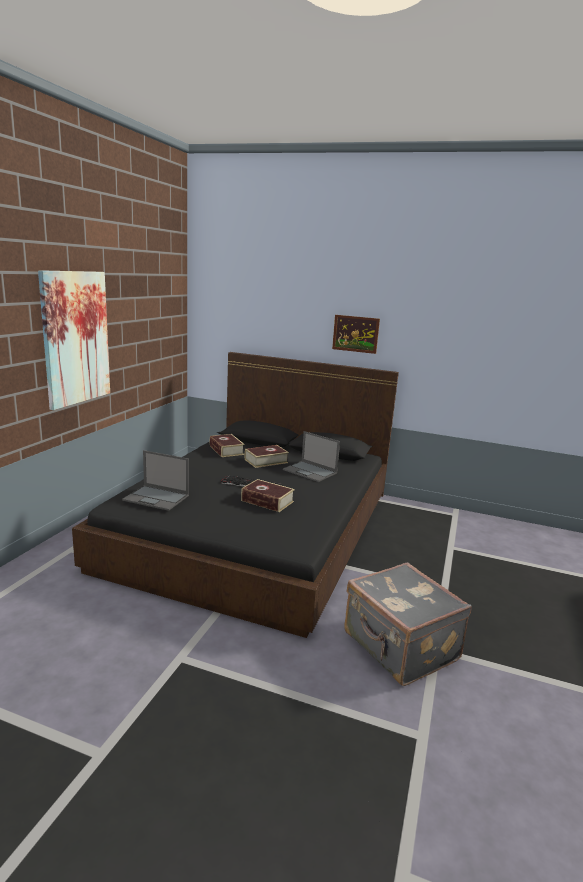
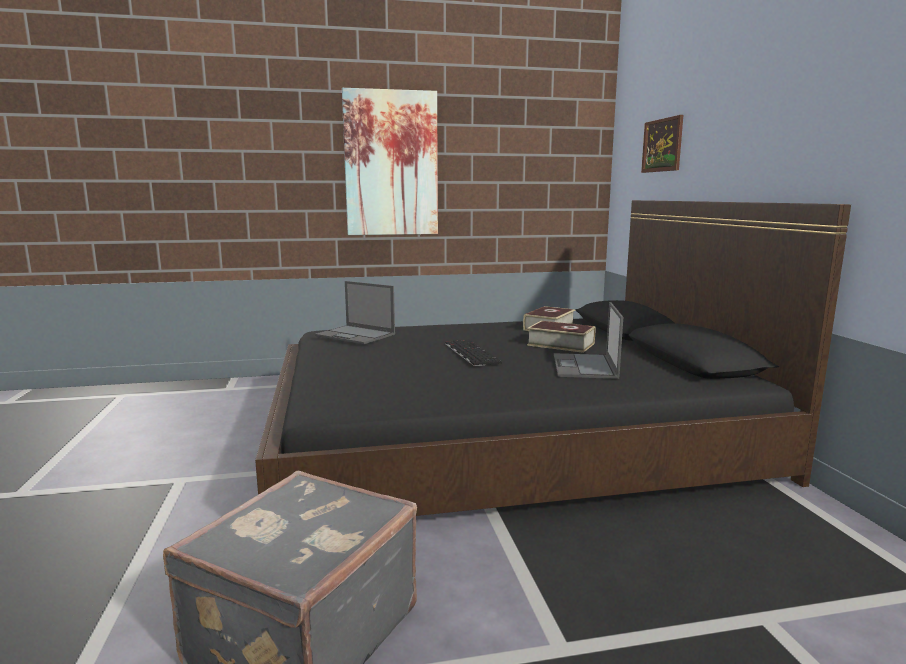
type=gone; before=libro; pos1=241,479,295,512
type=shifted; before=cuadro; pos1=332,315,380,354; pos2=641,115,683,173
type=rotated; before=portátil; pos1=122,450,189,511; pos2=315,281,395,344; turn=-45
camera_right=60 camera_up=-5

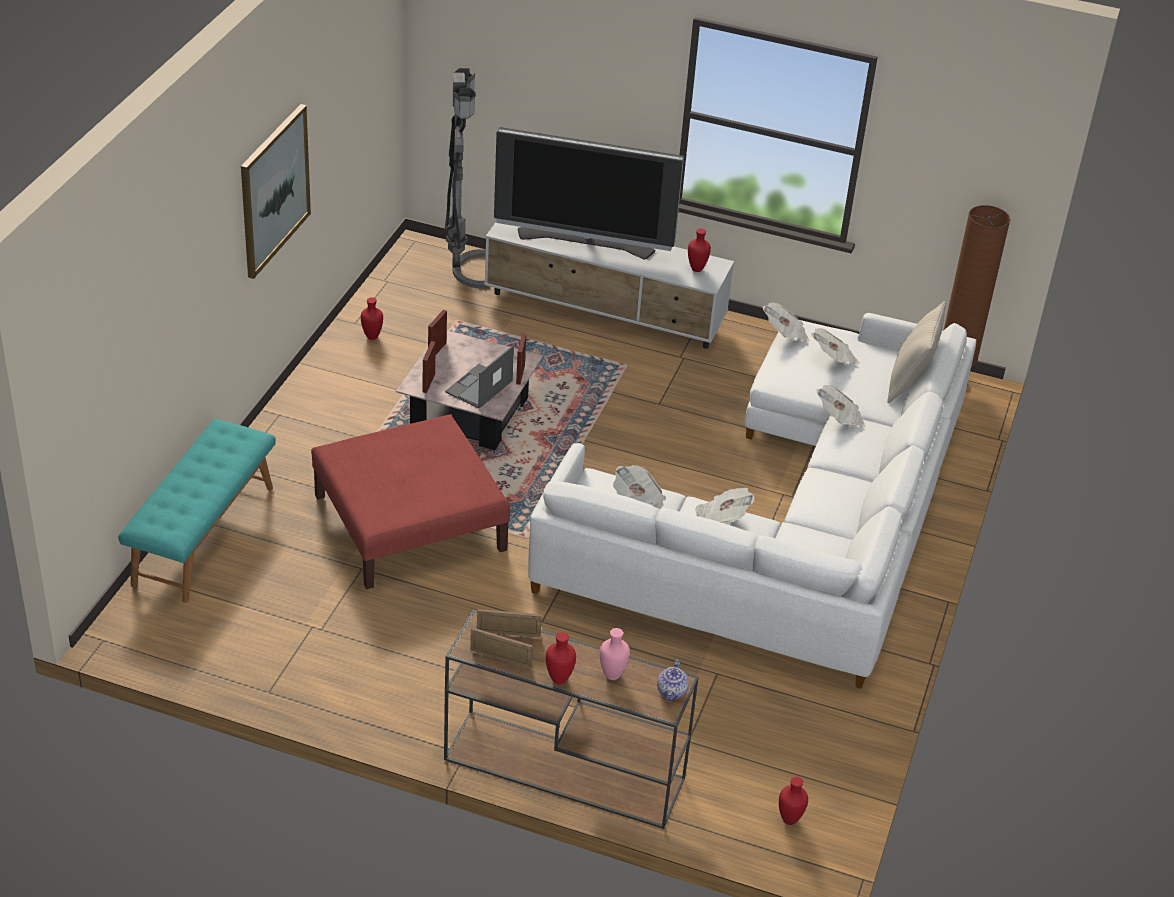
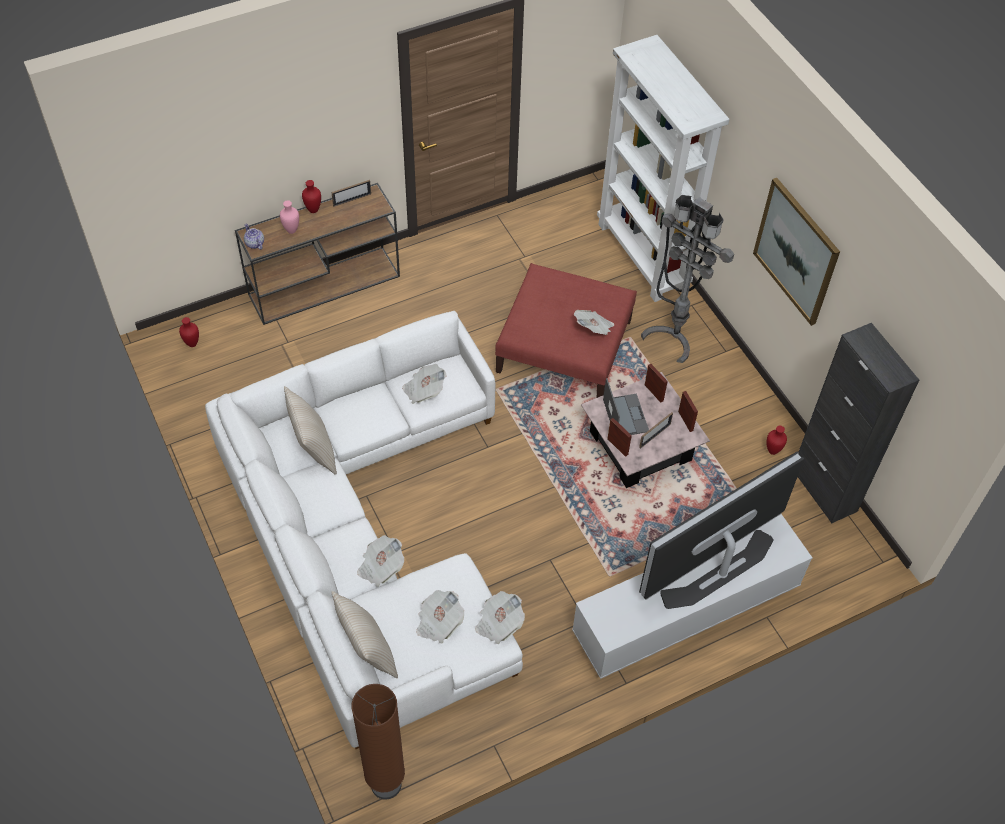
type=gone; before=florero [rojo]; pos1=688,228,711,272
type=new; after=cojín [beis]; pos2=284,386,337,475
type=new; after=armario [negro]; pos2=798,323,919,524
type=shifted; before=lámpara de pie [gris]; pos1=445,68,487,288; pos2=641,195,734,363
type=shifted; before=portarretratos; pos1=477,609,542,637; pos2=639,412,673,449
type=shifted; before=periódico; pos1=695,488,755,523; pos2=574,310,615,335
type=swapped; before=banco [turquesa]; after=estantería [blanco]; pos1=118,419,276,603; pos2=597,35,729,302
camera_right=135 camera_up=15

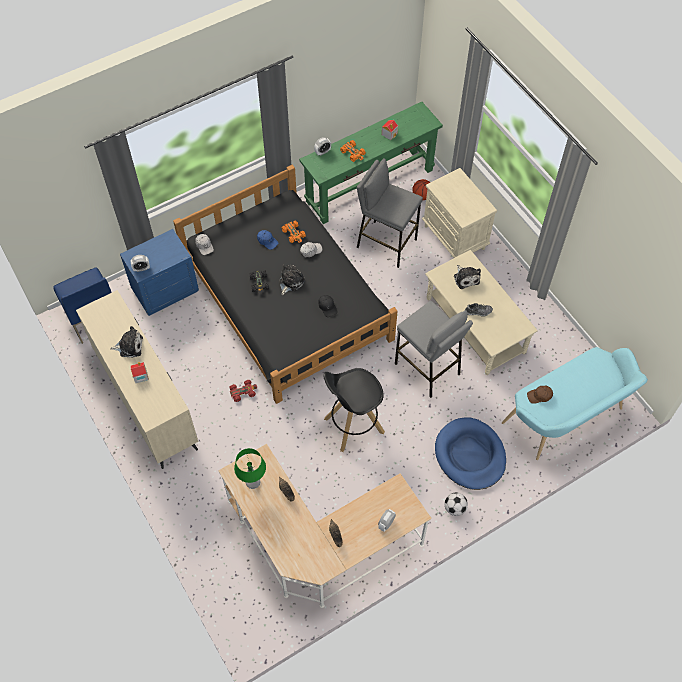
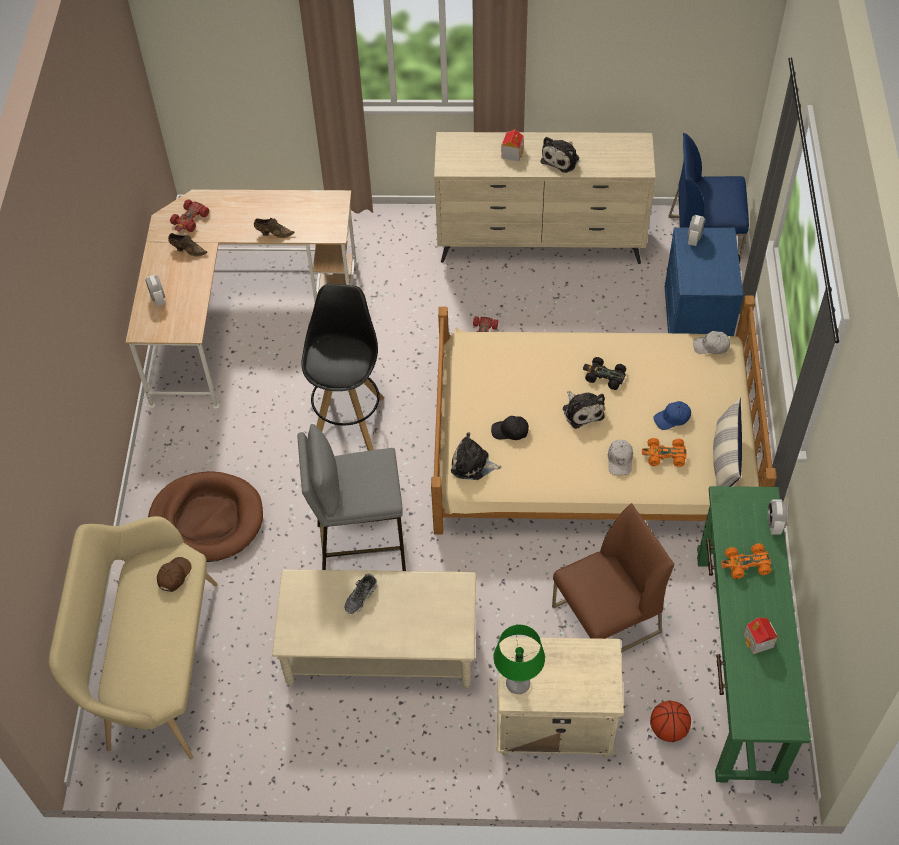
type=gone; before=balón de fútbol; pos1=445,493,468,516
type=new; after=coche de juguete [rojo]; pos2=170,200,209,232
type=new; after=cojín; pos2=713,397,742,486
type=shifted; before=lámpara de mesa [verde]; pos1=234,448,266,489; pos2=493,625,545,694
type=shifted; before=peluche; pos1=454,265,481,289; pos2=451,432,502,480
type=swapped; before=taburete [gris]; after=silla [marrón]; pos1=357,158,423,268; pos2=552,503,674,652
type=repainted; before=cama [negro]; after=cama [beis]; pos1=173,165,398,404; pos2=431,296,777,535
type=repainted; before=cama para perro [azul]; after=cama para perro [marrón]; pos1=435,417,506,490; pos2=148,471,263,562
type=repainted; before=banco [turquesa]; after=banco [beis]; pos1=502,347,648,460; pos2=48,516,218,759
camera_right=125 camera_up=-5

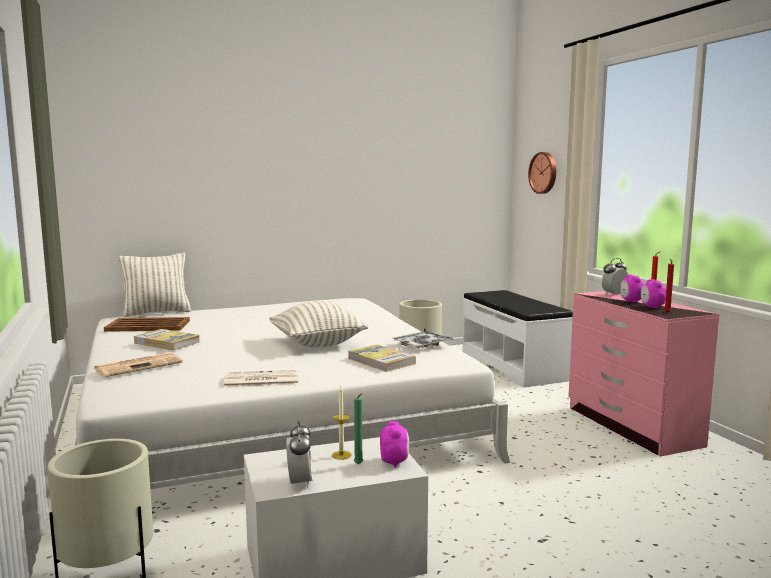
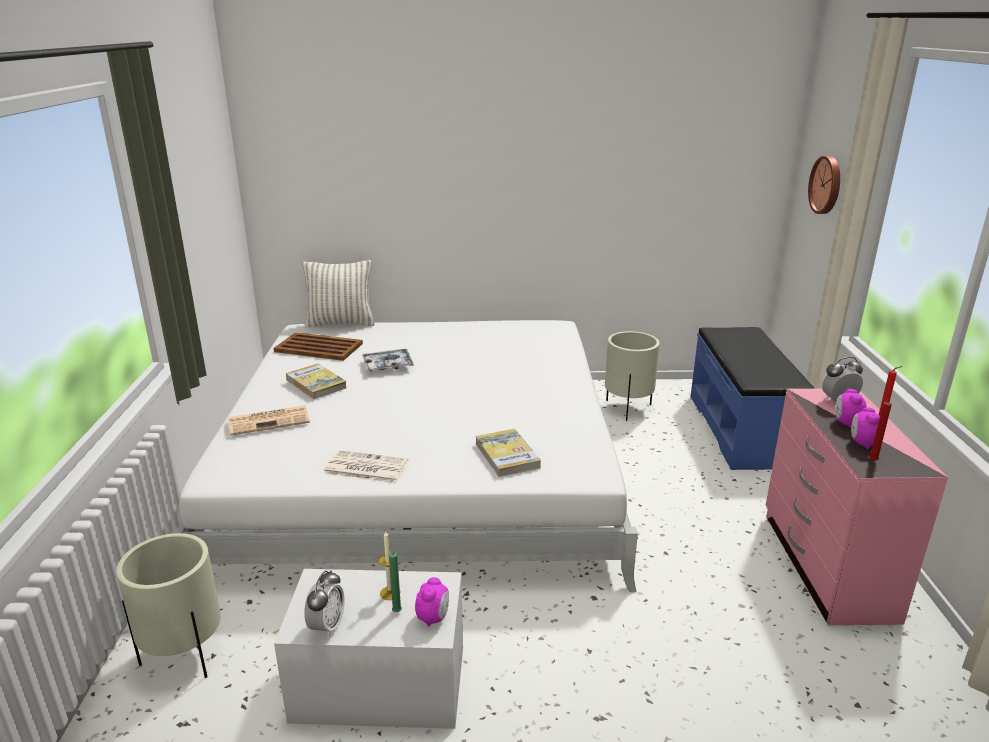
type=gone; before=cojín; pos1=269,300,368,347
type=shifted; before=bandeja; pos1=393,331,454,348; pos2=362,349,414,371
type=repainted; before=banco [blanco]; after=banco [azul]; pos1=463,290,573,387; pos2=691,327,815,470
camera_right=20 camera_up=15

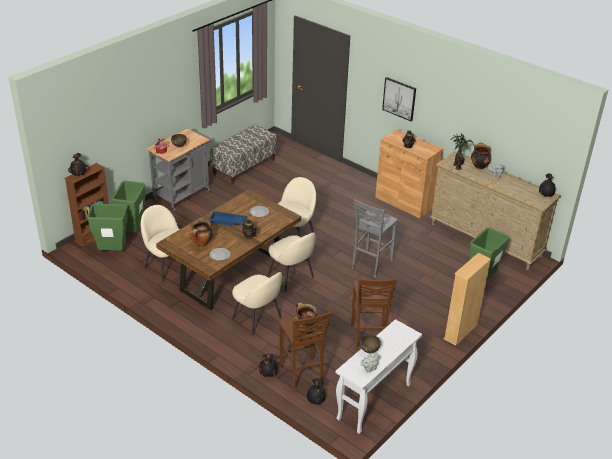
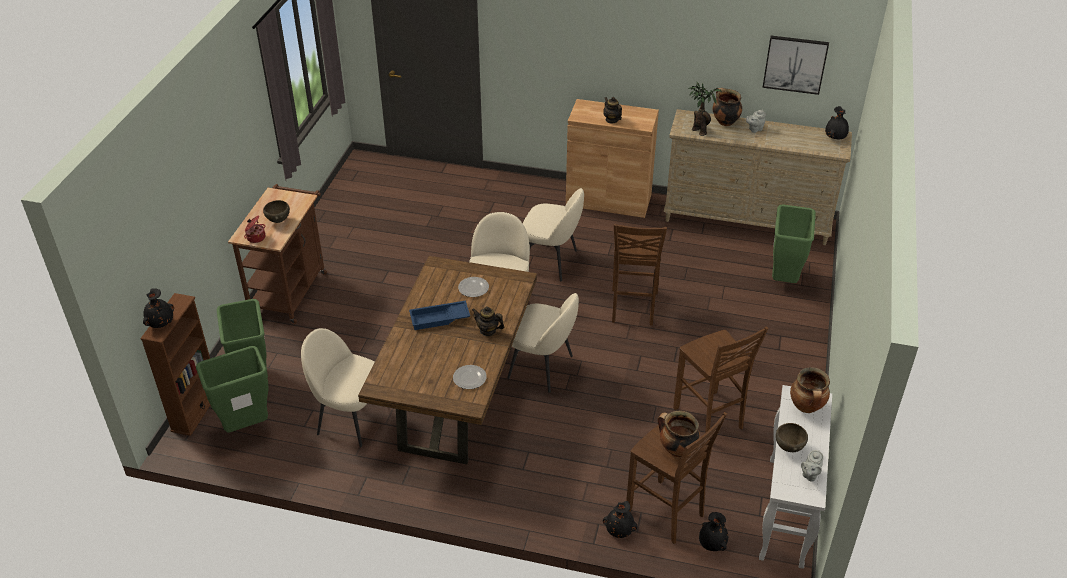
type=gone; before=banco; pos1=210,125,277,184
type=gone; before=estantería [beis]; pos1=443,253,491,346
type=shifted; before=olla; pos1=190,220,213,247; pos2=790,367,830,413
type=shifted; before=silla [beis]; pos1=232,272,282,336; pos2=523,188,584,281
type=shifted; before=cuadro; pos1=382,77,416,121; pos2=762,36,829,95
type=repainted; before=carrito [gris]; after=carrito [marrón]; pos1=146,129,214,211; pos2=228,184,327,324
type=repainted; before=taburete [gris]; after=taburete [marrón]; pos1=352,199,398,278; pos2=612,224,667,326
camera_right=-25 camera_up=5

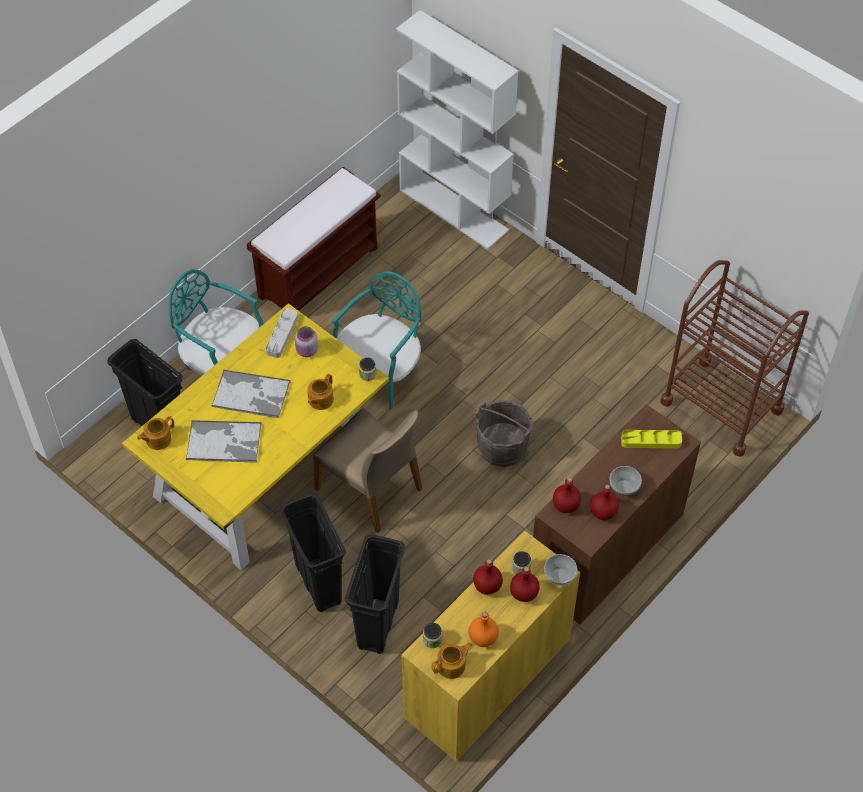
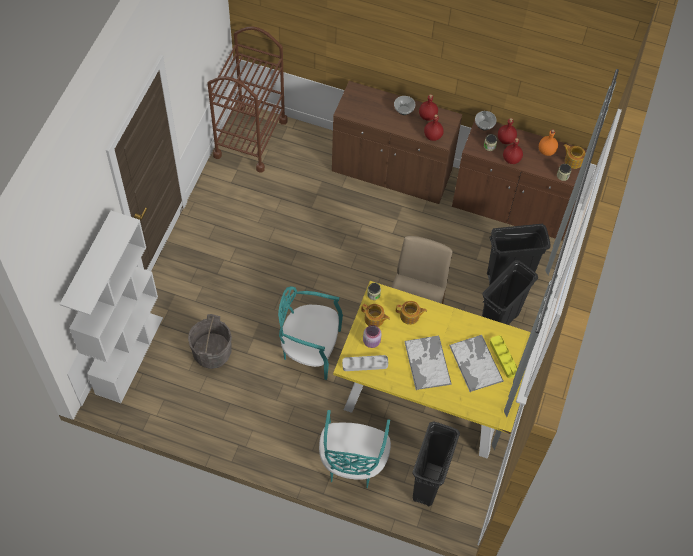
type=gone; before=banco [marrón]; pos1=247,167,381,311
type=shifted; before=tetera; pos1=137,416,175,450; pos2=361,304,390,327
type=shifted; before=cubo [gris]; pos1=476,400,534,467; pos2=188,314,232,369
type=shifted; before=bandeja [amarillo]; pos1=621,430,682,448; pos2=490,335,518,378
type=repainted; before=armario [amarillo]; after=armario [marrón]; pos1=401,530,580,762; pos2=452,120,587,241
camera_right=-115 camera_up=5

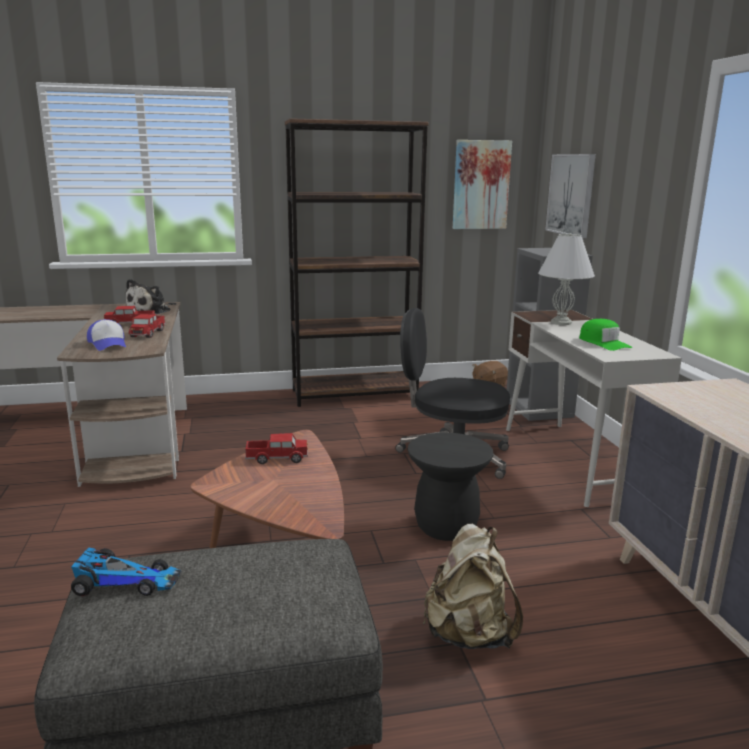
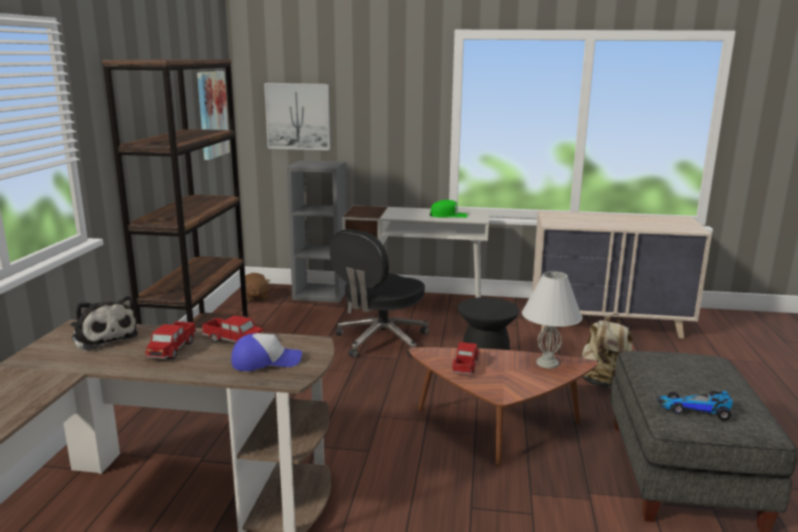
type=shifted; before=lámpara de mesa [blanco]; pos1=538,233,595,325; pos2=522,271,582,369
type=rotated; before=coche de juguete; pos1=71,547,181,596; pos2=658,391,733,420; turn=-105
camera_right=-70 camera_up=0

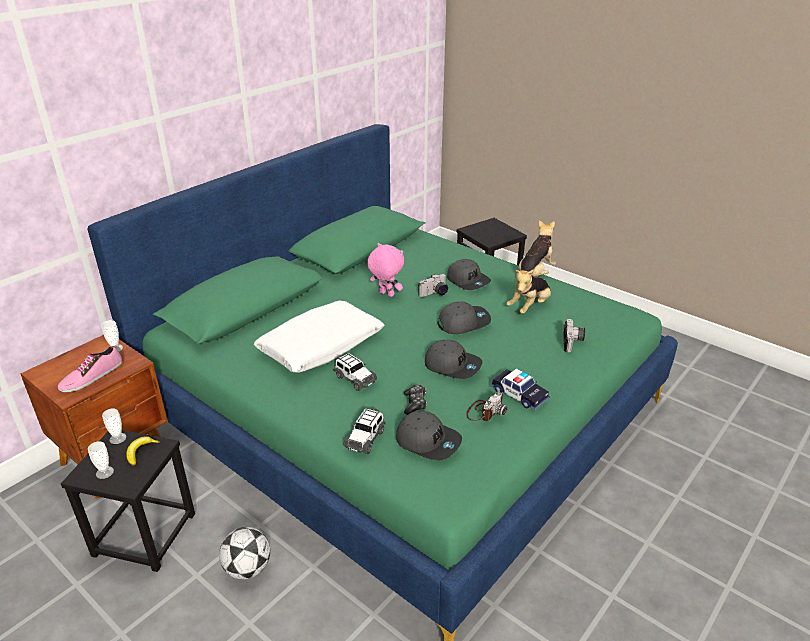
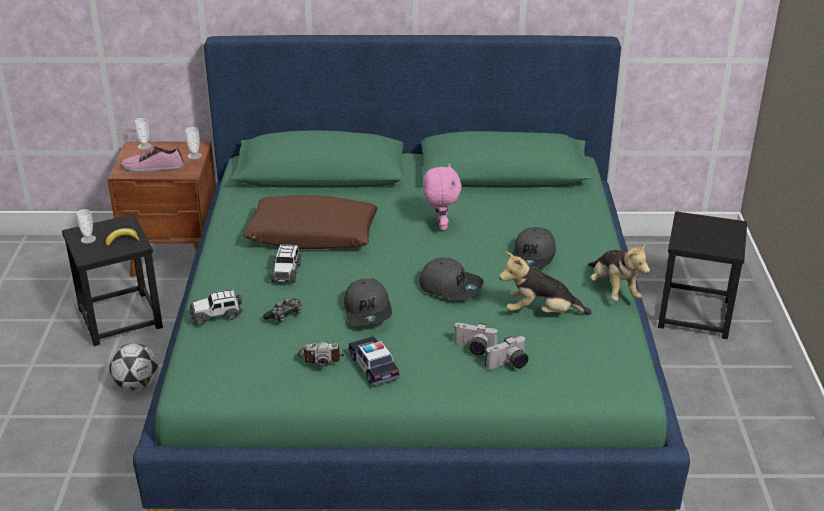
type=gone; before=gorra [gris]; pos1=396,411,462,461
type=shifted; before=taza; pos1=102,409,126,444; pos2=134,118,152,149
type=shifted; before=cámara; pos1=418,274,448,297; pos2=454,323,498,355
type=repainted; before=cojín [blanco]; after=cojín [marrón]; pos1=254,301,385,373; pos2=243,195,378,249
type=rotated; before=coche de juguete; pos1=491,369,549,410; pos2=348,336,400,386; turn=150
type=rotated; before=peluche; pos1=519,220,556,276; pos2=588,242,650,301; turn=75
camera_right=50 camera_up=0

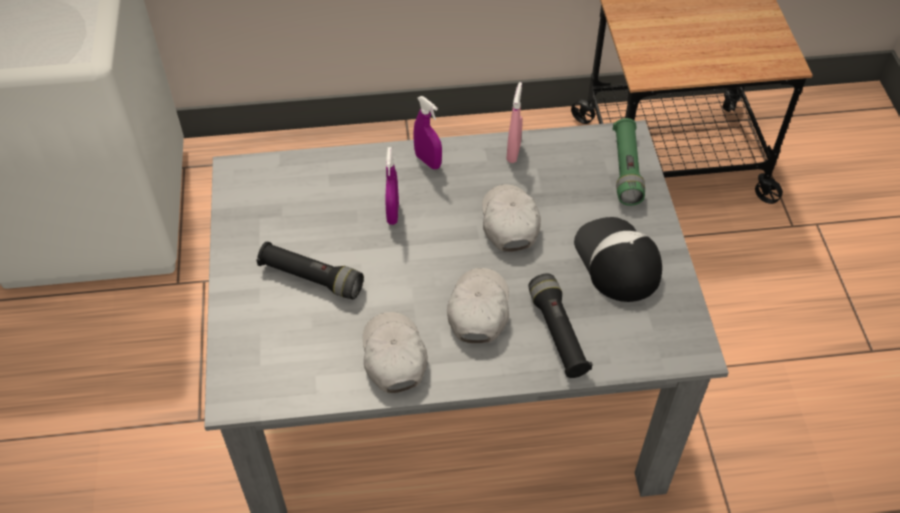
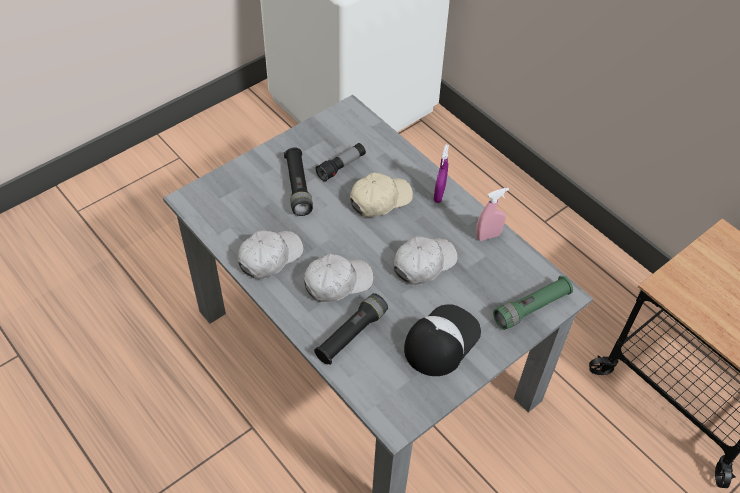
type=new; after=linterna; pos2=316,143,366,182
type=swapped; before=pulverizador [morado]; after=gorra [beis]; pos1=386,147,399,225; pos2=350,172,413,217
camera_right=55 camera_up=0

